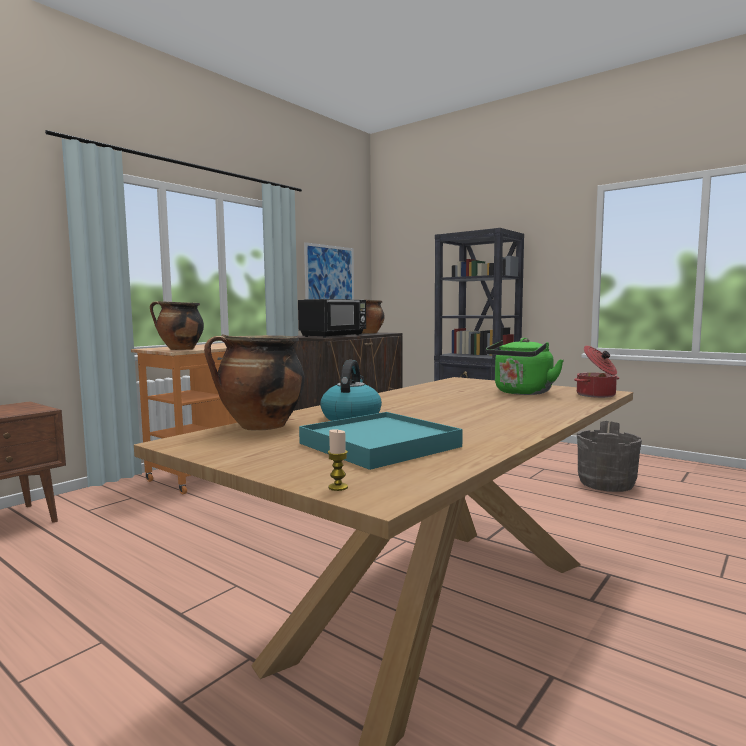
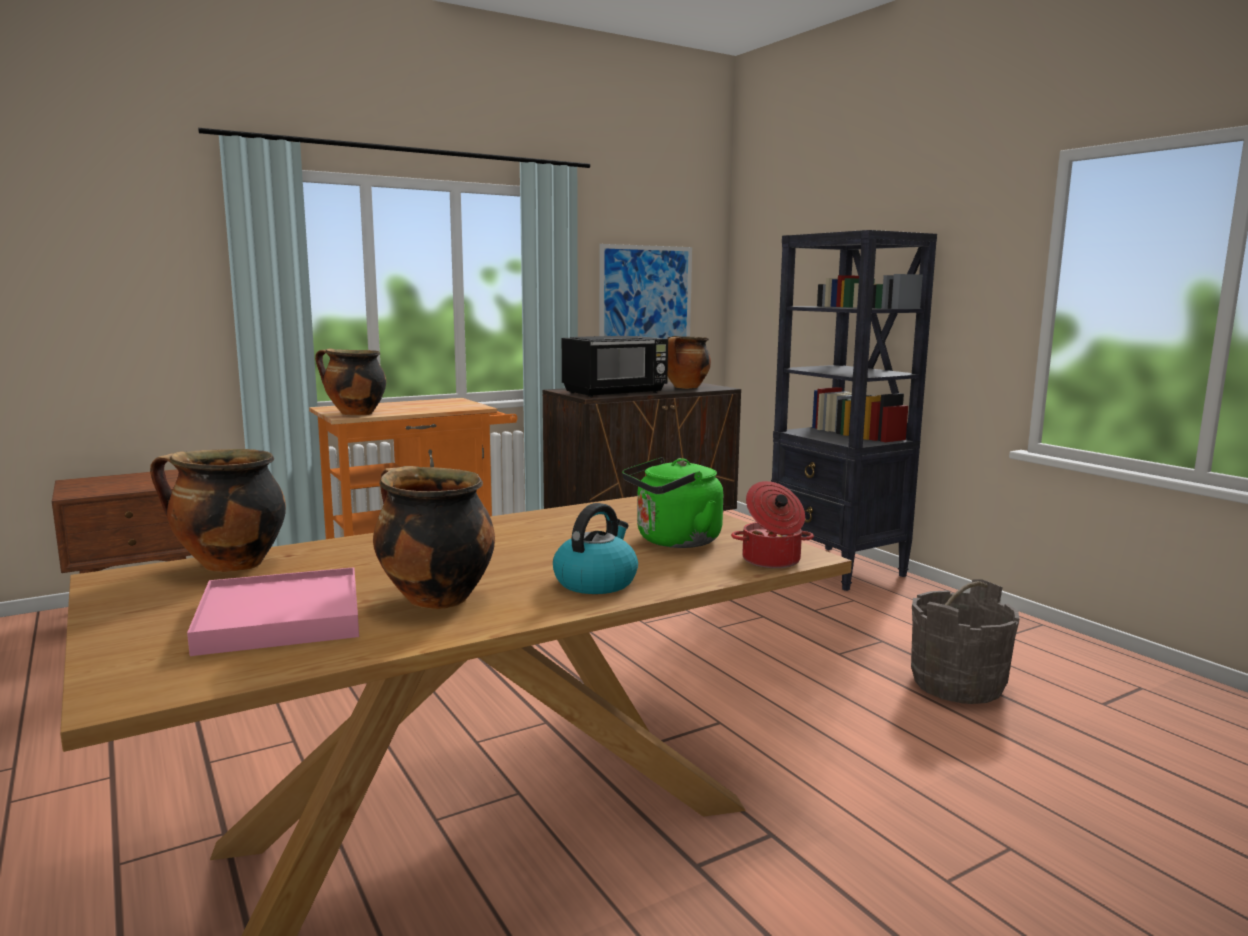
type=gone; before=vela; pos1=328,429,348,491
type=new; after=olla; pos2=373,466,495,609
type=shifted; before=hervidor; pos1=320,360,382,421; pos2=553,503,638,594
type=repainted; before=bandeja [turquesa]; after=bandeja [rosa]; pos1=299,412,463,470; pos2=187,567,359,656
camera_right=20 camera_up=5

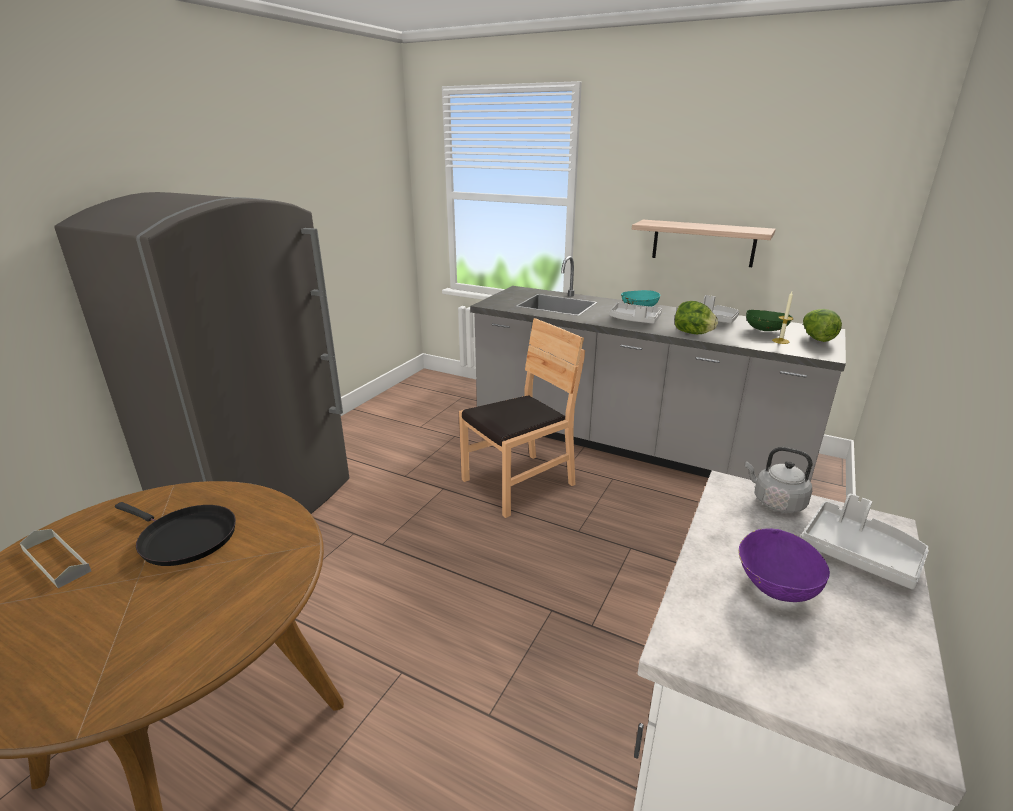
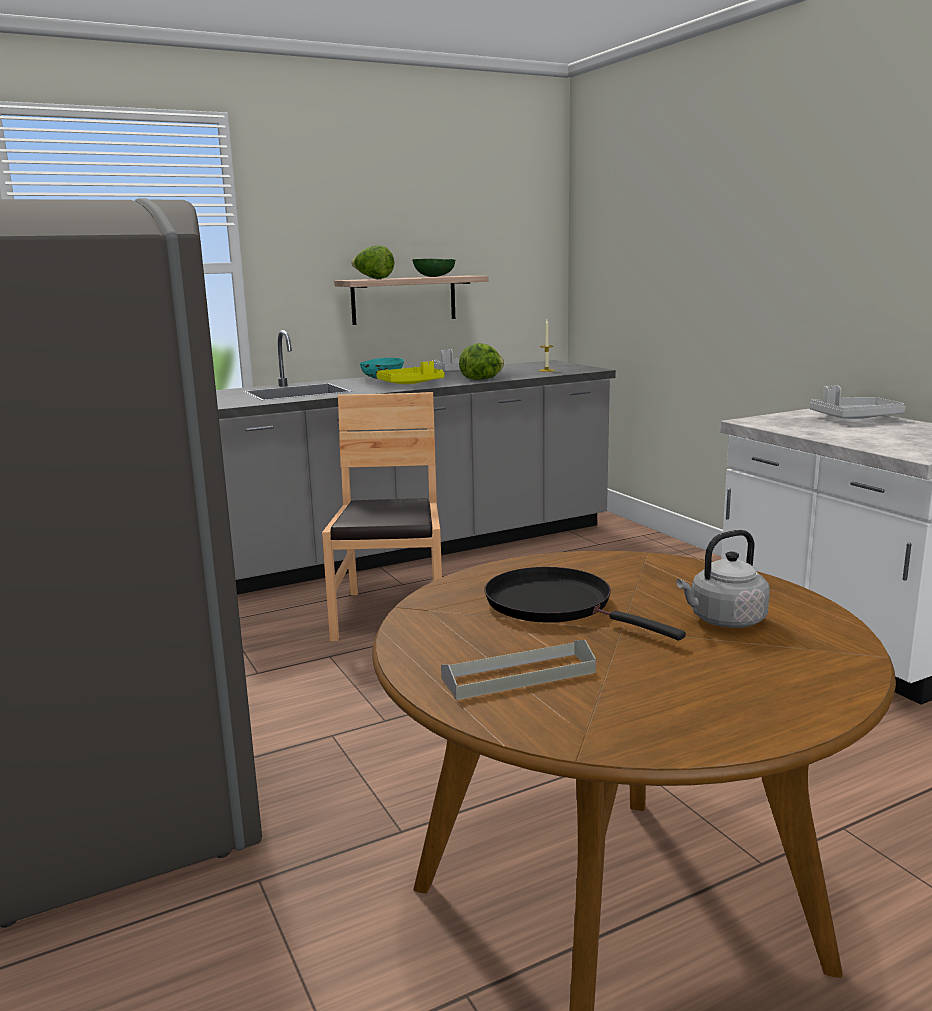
type=gone; before=cuenco [morado]; pos1=739,528,830,602
type=shifted; before=hervidor [gris]; pos1=745,447,812,513; pos2=676,530,770,628
type=shifted; before=cuenco [verde]; pos1=746,310,792,331; pos2=412,259,455,277
type=shifted; before=lechuga; pos1=803,309,842,342; pos2=351,245,394,279
type=repainted; before=bandeja [gris]; after=bandeja [amarillo]; pos1=610,303,662,324; pos2=376,361,444,384
type=rotated; before=sartén [negro]; pos1=115,502,236,566; pos2=485,567,686,640; turn=-105
camera_right=-55 camera_up=-10

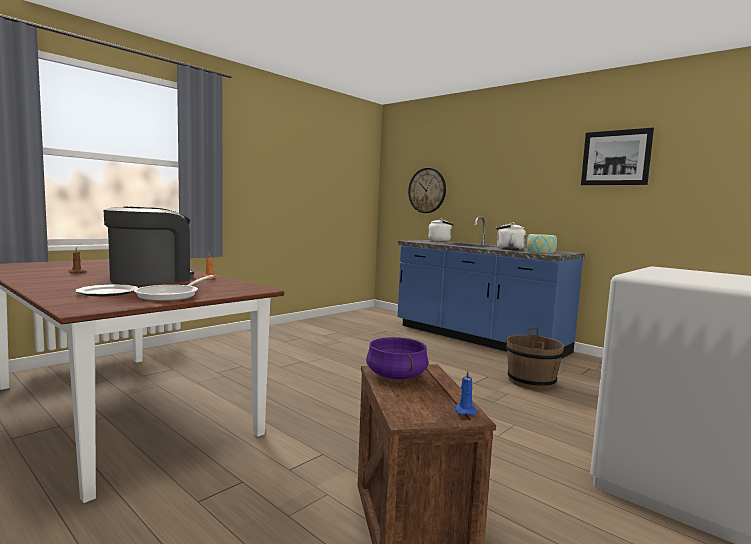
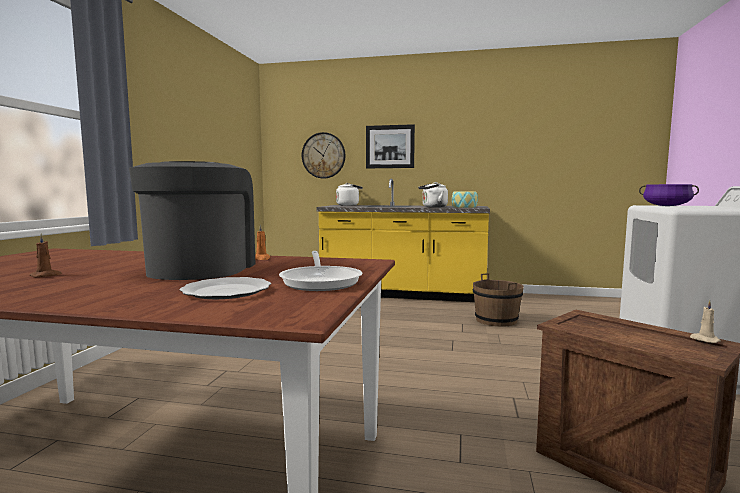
type=shifted; before=olla [morado]; pos1=366,337,429,379; pos2=639,184,699,206
type=shifted; before=cuadro; pos1=581,128,654,185; pos2=366,124,415,168
type=repainted; before=mueble bajo de cocina [azul]; after=mueble bajo de cocina [amarillo]; pos1=398,216,585,359; pos2=317,179,490,302
type=repainted; before=vela [azul]; after=vela [beis]; pos1=455,369,478,415; pos2=690,300,721,343
camera_right=-30 camera_up=0

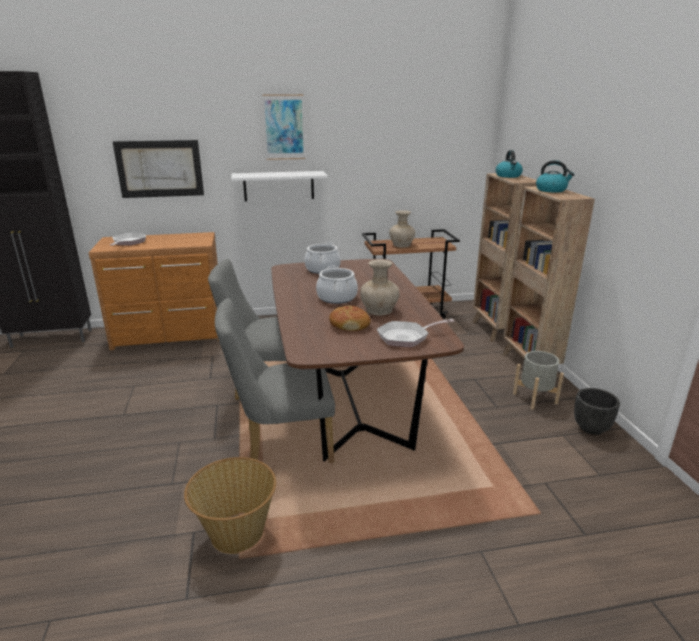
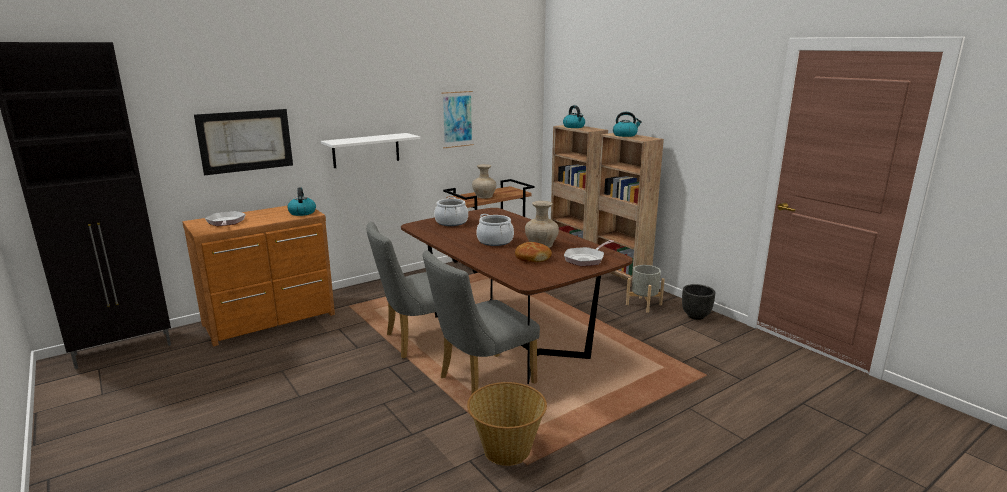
type=new; after=hervidor; pos2=287,187,316,216
type=shifted; before=cuadro; pos1=262,94,306,160; pos2=441,91,474,148
camera_right=-25 camera_up=-5

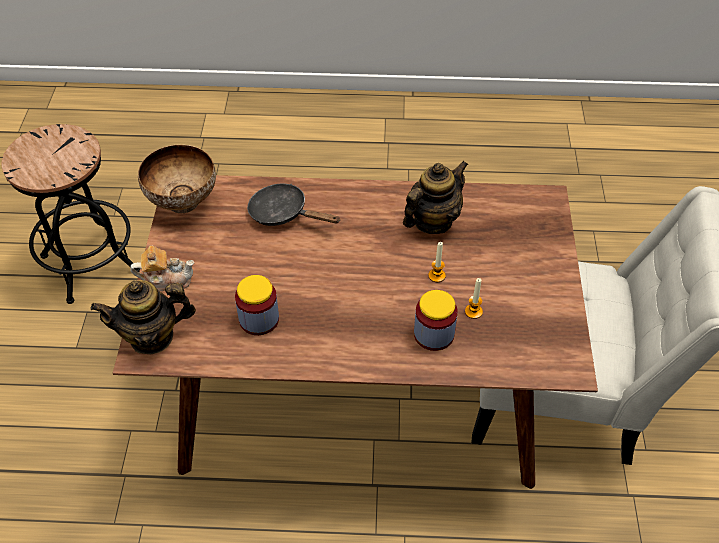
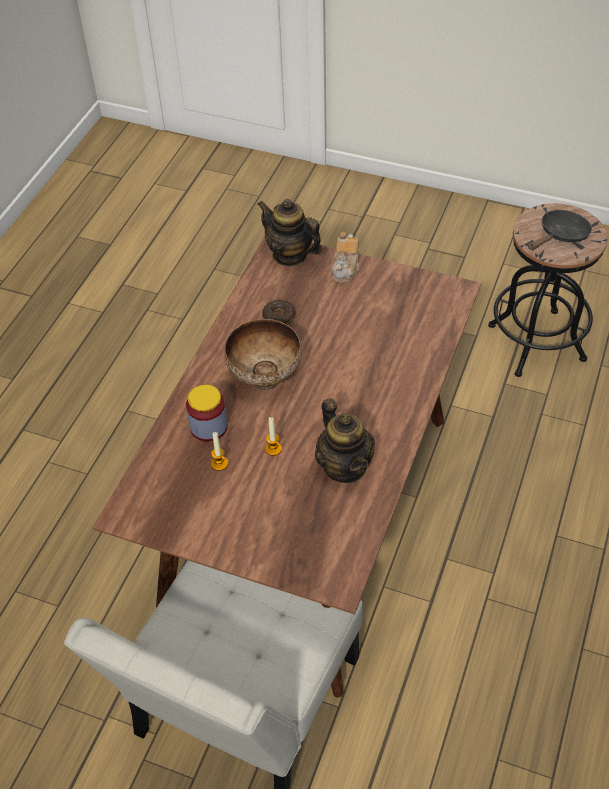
type=shifted; before=cuenco; pos1=138,145,216,213; pos2=224,319,302,390
type=shifted; before=sartén [negro]; pos1=247,184,340,226; pos2=528,210,592,250
type=swapped; before=tarro; after=rosquilla; pos1=235,275,279,335; pos2=262,300,295,325
type=rotated; before=tetera; pos1=91,280,196,355; pos2=258,199,322,266; turn=-60
camera_right=110 camera_up=0

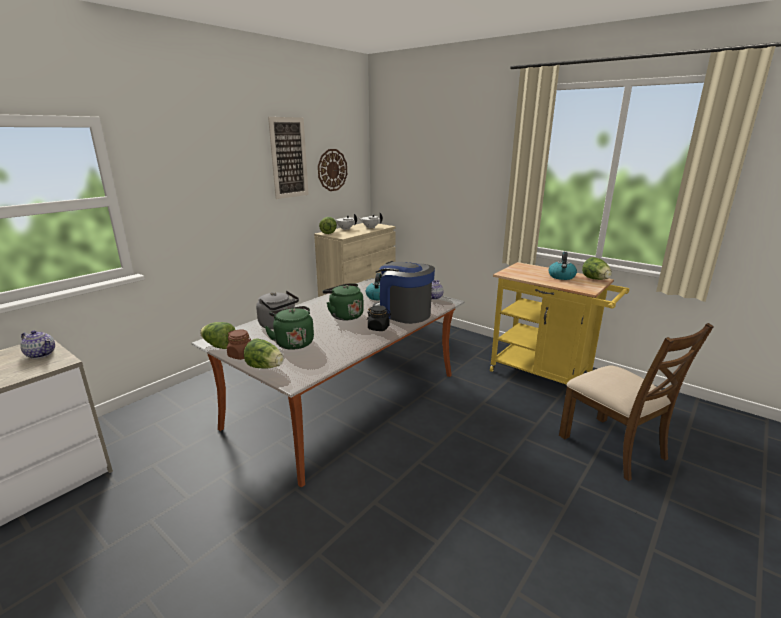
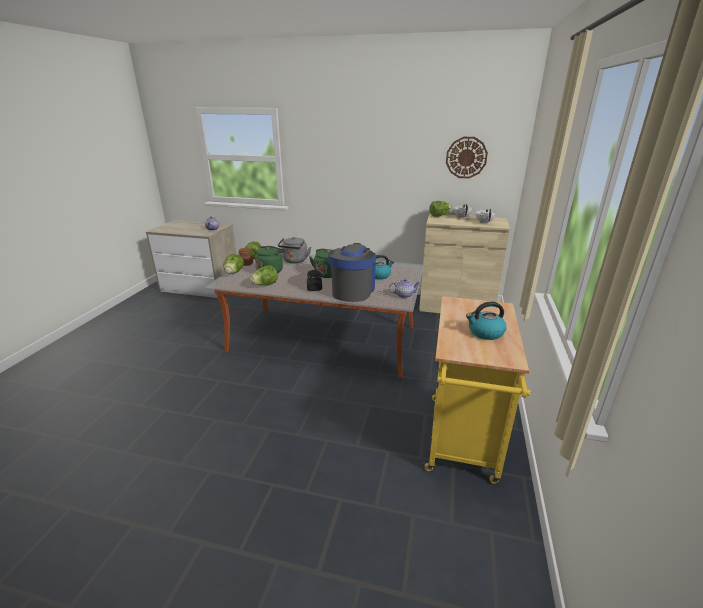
type=gone; before=cuadro; pos1=268,117,309,199
type=gone; before=silla [marrón]; pos1=559,323,714,481
type=shifted; before=lechuga; pos1=582,257,612,280; pos2=250,265,278,285
camera_right=65 camera_up=5

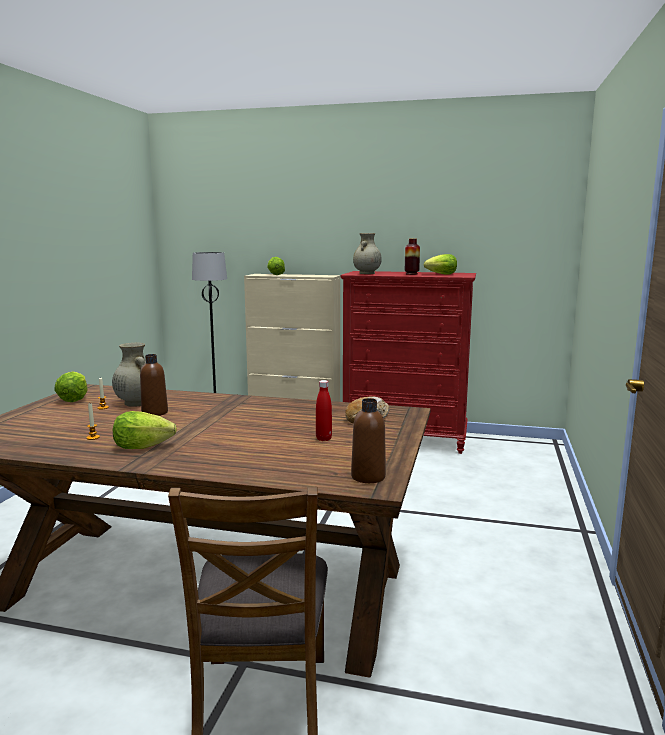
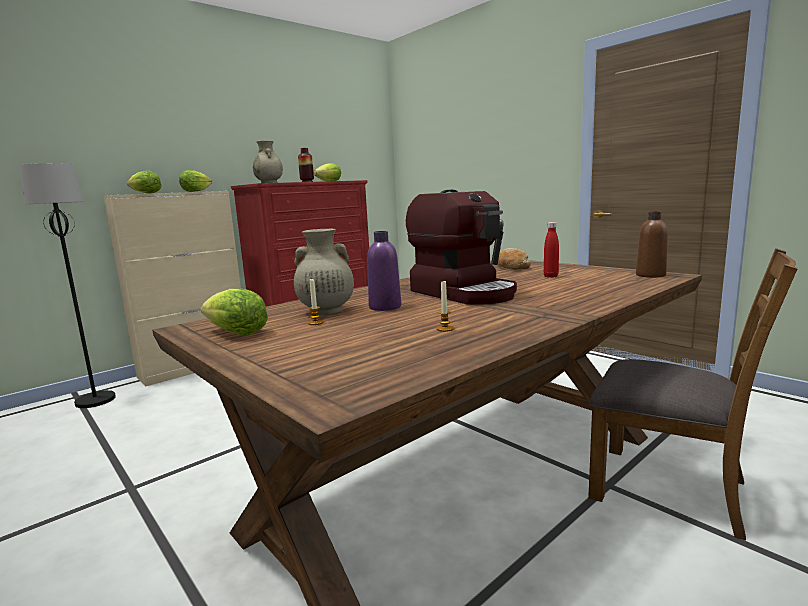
type=new; after=cafetera; pos2=406,190,517,305
type=shifted; before=lechuga; pos1=113,411,177,449; pos2=179,170,212,192
type=repainted; before=botella [marrón]; after=botella [morado]; pos1=140,354,168,416; pos2=367,231,401,311
camera_right=-55 camera_up=0

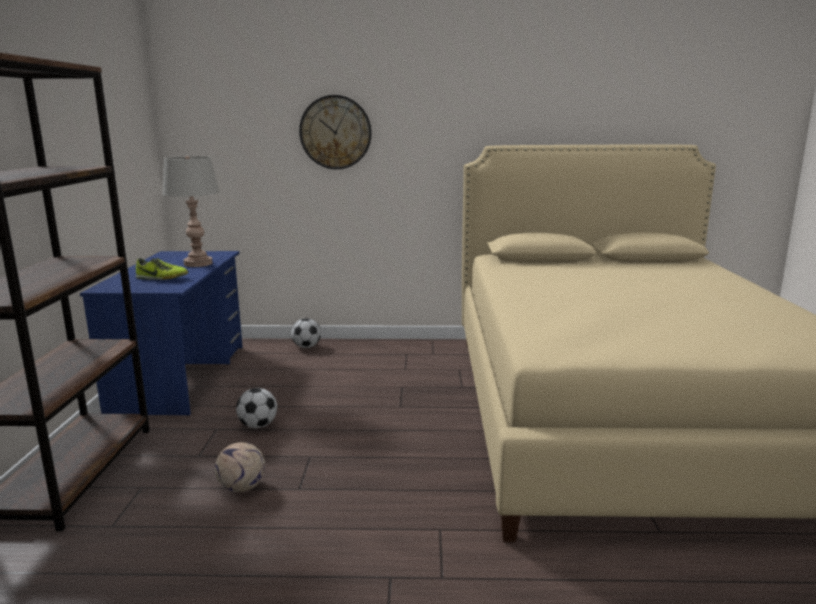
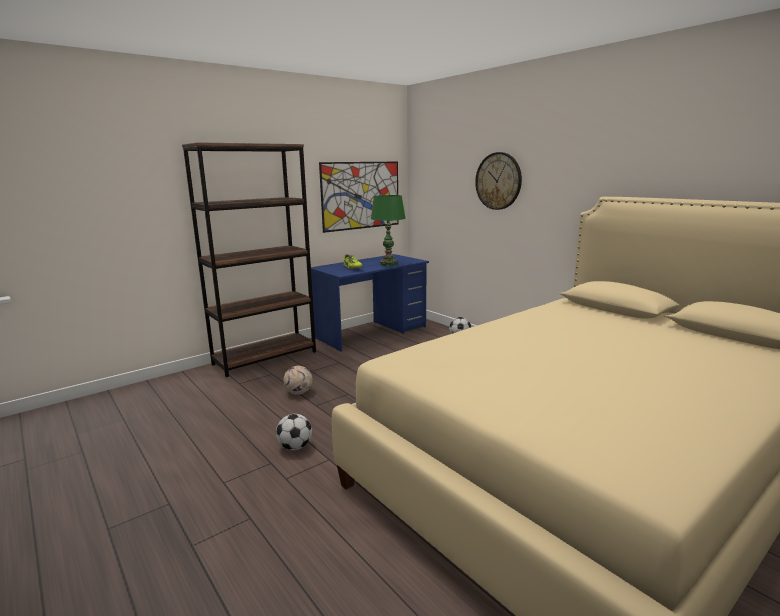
type=new; after=cuadro; pos2=319,162,399,233
type=shifted; before=balón de fútbol; pos1=236,388,277,428; pos2=276,414,312,450
type=repainted; before=lámpara de mesa [gris]; after=lámpara de mesa [verde]; pos1=162,156,220,267; pos2=371,195,406,266
camera_right=50 camera_up=0

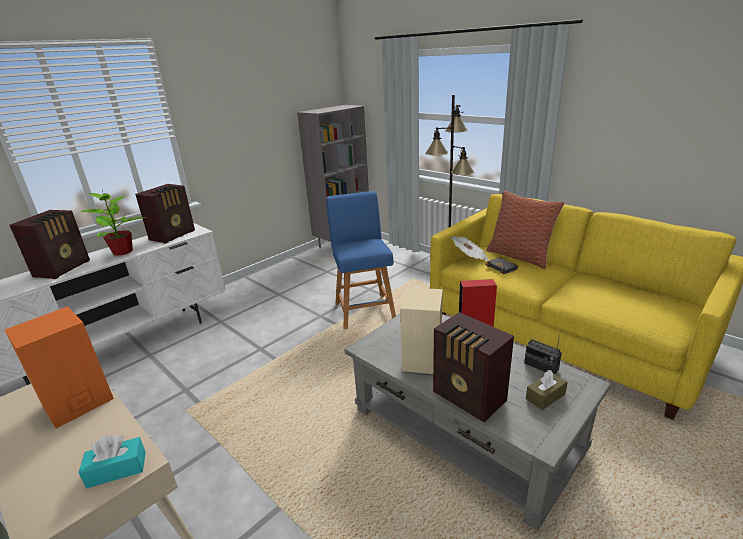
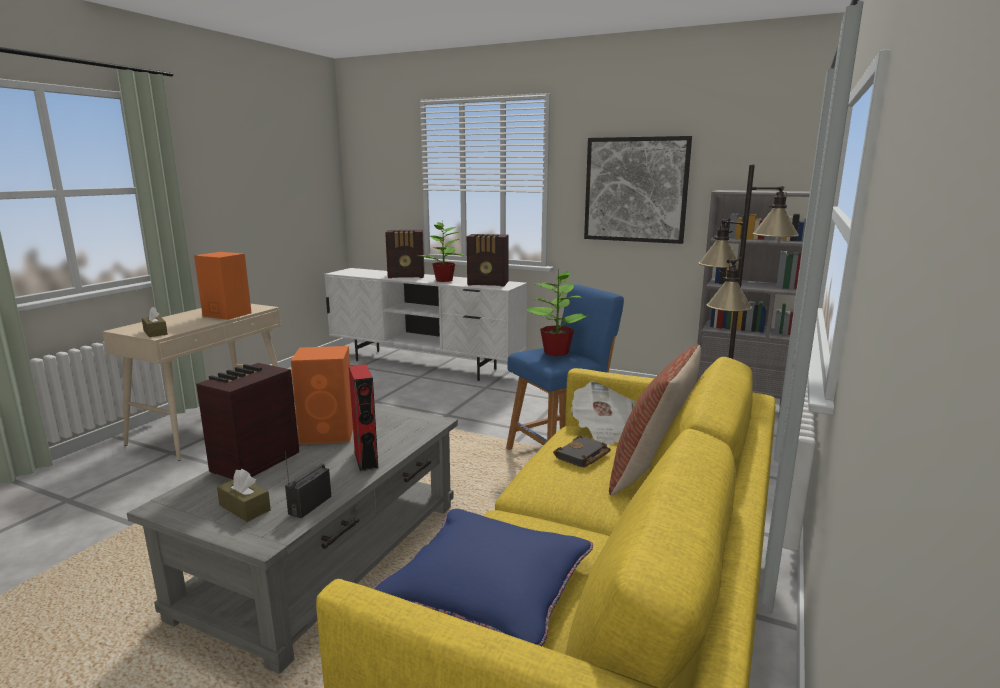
type=new; after=cojín [azul]; pos2=373,508,593,646
type=new; after=planta en maceta; pos2=525,271,589,356
type=new; after=cuadro; pos2=584,136,692,244
type=repainted; before=caja de pañuelos [turquesa]; after=caja de pañuelos [marrón]; pos1=79,435,146,489; pos2=142,307,168,337
type=repainted; before=altavoz [beis]; after=altavoz [naranja]; pos1=400,287,443,374; pos2=291,346,353,445
camera_right=70 camera_up=-10

